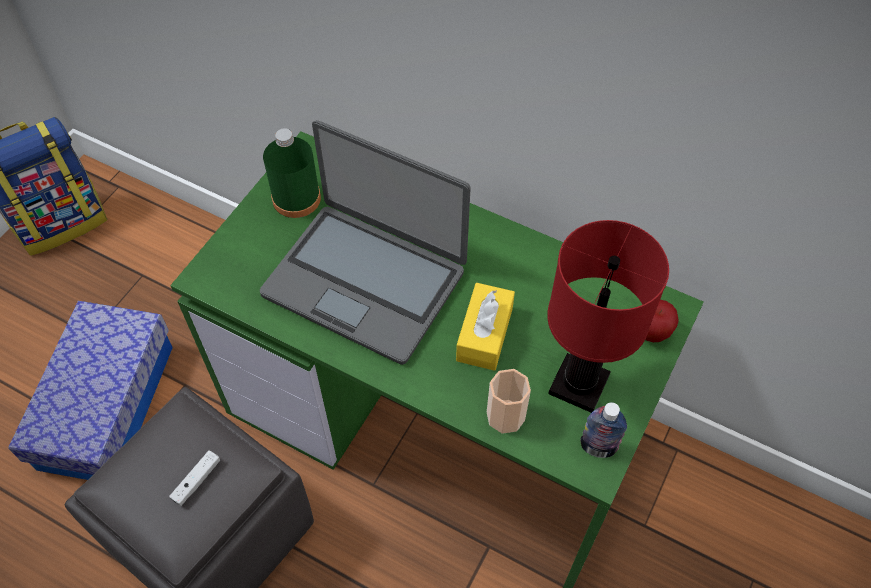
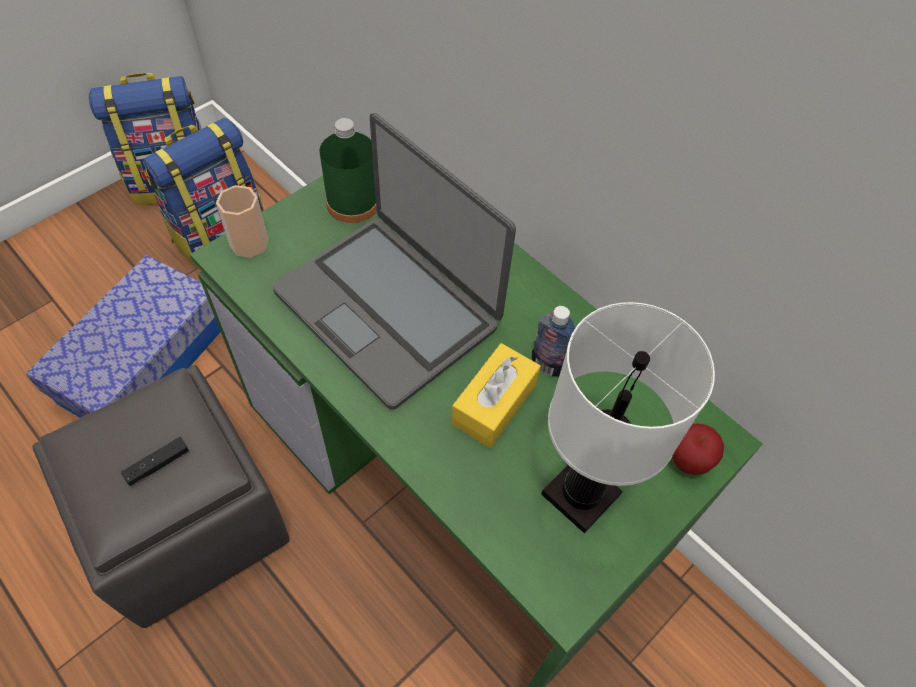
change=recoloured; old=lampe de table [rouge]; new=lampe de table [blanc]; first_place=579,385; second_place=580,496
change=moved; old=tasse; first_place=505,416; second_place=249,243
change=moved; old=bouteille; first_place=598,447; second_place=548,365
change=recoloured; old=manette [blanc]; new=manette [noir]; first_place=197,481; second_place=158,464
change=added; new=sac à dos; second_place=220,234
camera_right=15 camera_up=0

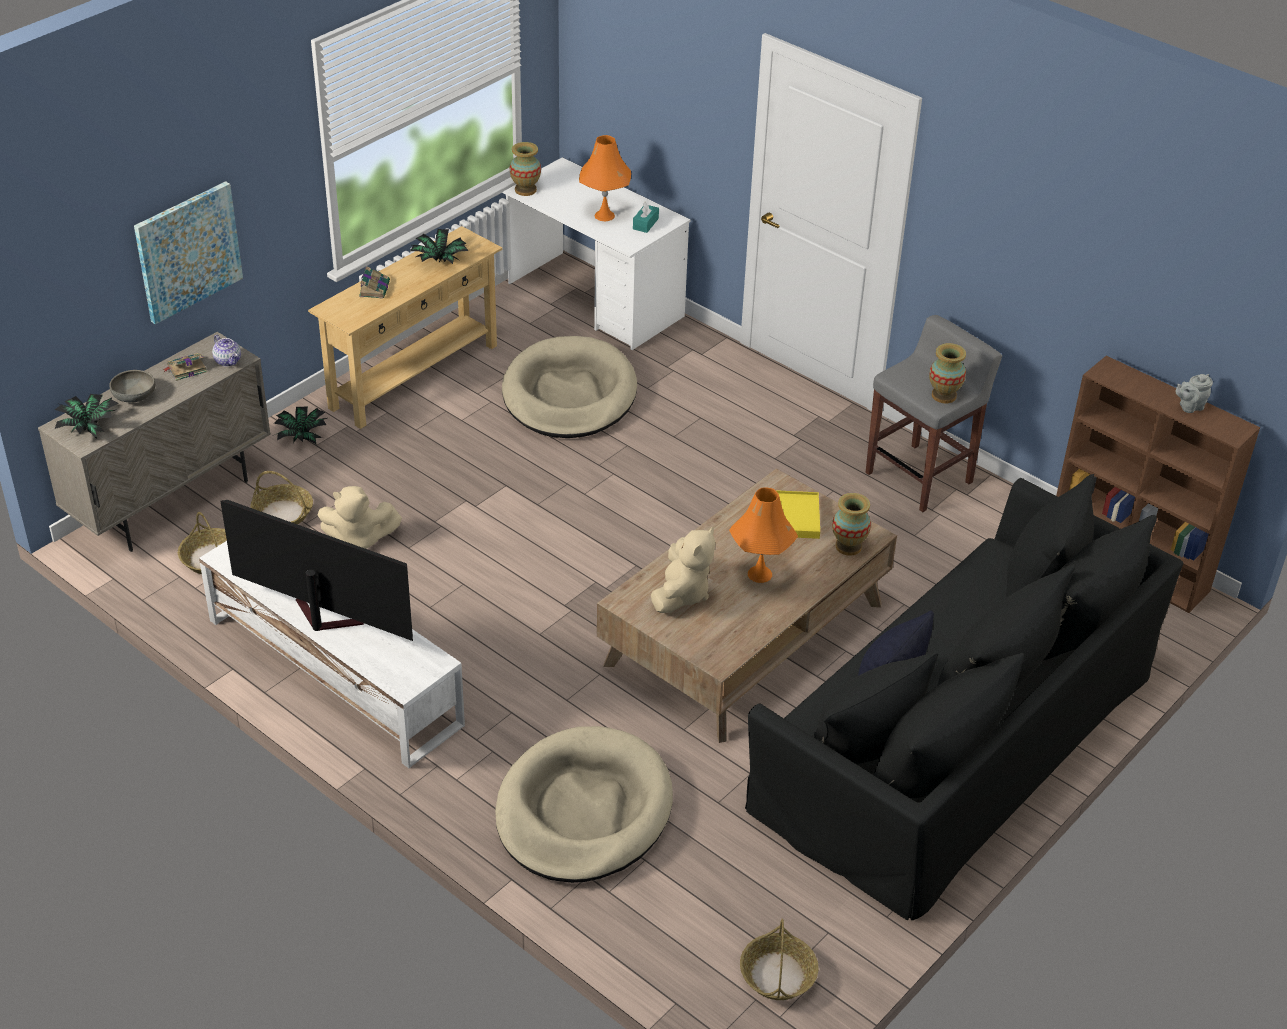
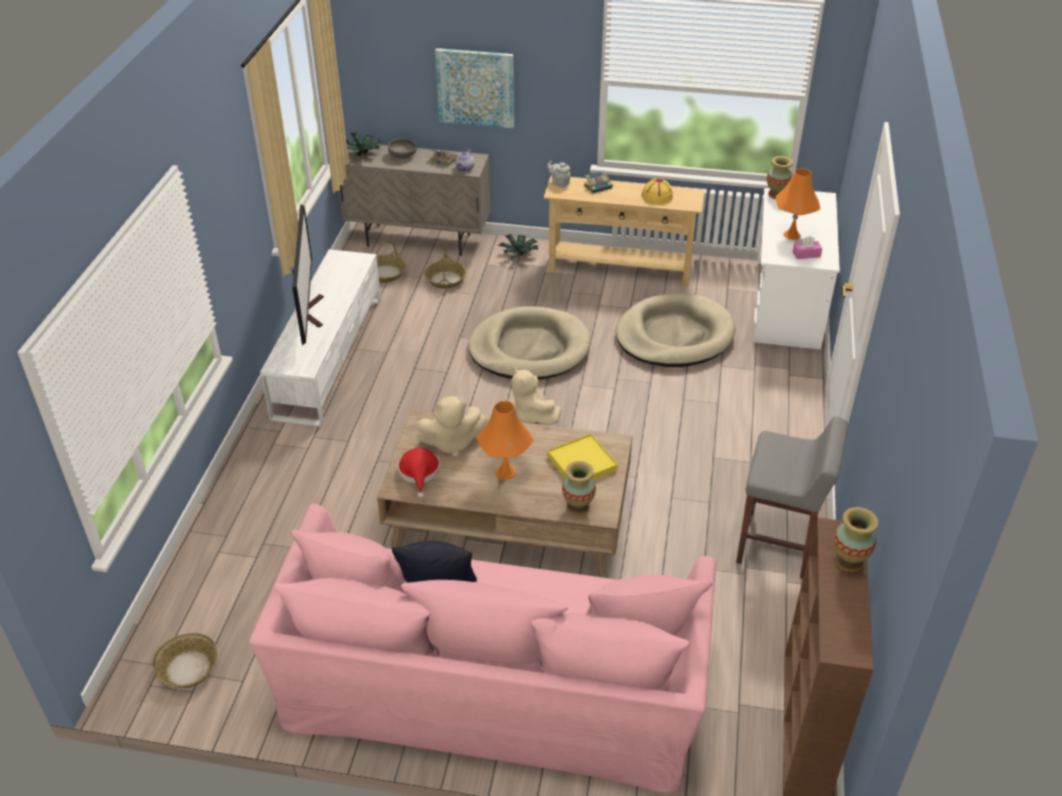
change=recoloured; old=boîte à mouchoirs [turquoise]; new=boîte à mouchoirs [rose]; first_place=645,224; second_place=806,254
change=replaced; old=plante en pot; new=chapeau [jaune]; first_place=439,260; second_place=656,196
change=moved; old=vase; first_place=943,396; second_place=848,561
change=moved; old=théière [gris]; first_place=1189,407; second_place=559,183
change=recoloured; old=canapé [noir]; new=canapé [rose]; first_place=954,737; second_place=492,680
change=moved; old=peluche [beige]; first_place=359,539; second_place=532,415
change=moved; old=panier pour chien [beige]; first_place=583,811; second_place=529,349
change=added; new=chapeau [rouge]; second_place=419,473
camera_right=60 camera_up=0

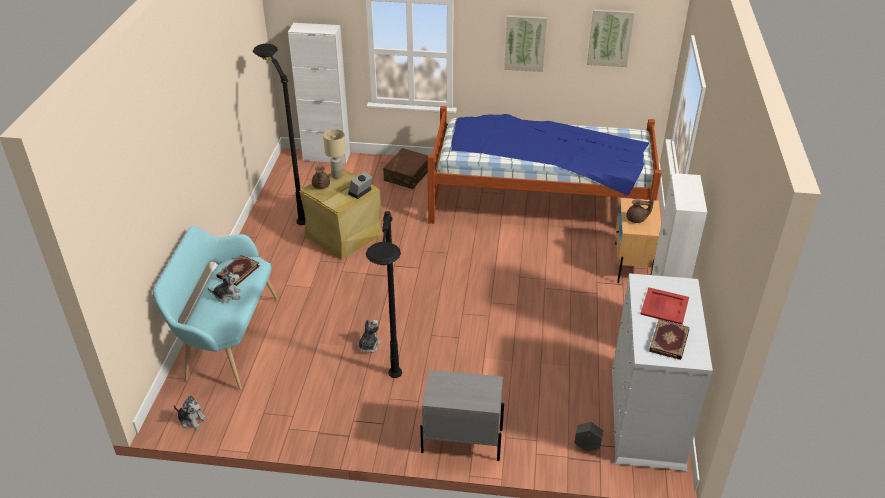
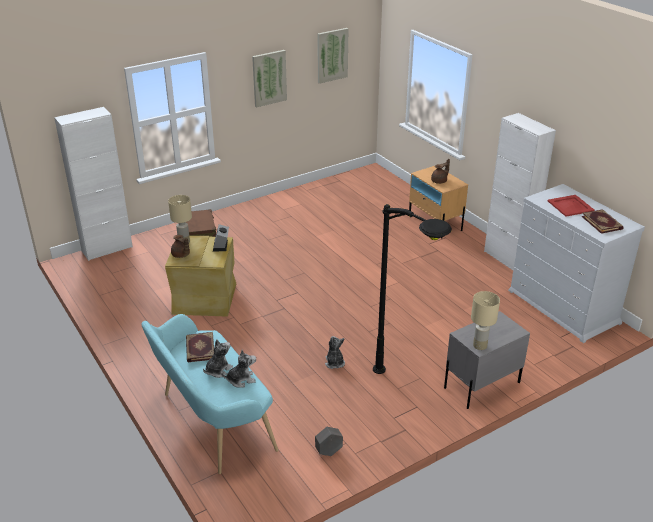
change=removed; old=lampadaire [noir]; first_place=290,204
change=removed; old=lit; first_place=539,202
change=moved; old=peluche; first_place=192,420; second_place=241,380
change=moved; old=cache-pot [gris]; first_place=587,446; second_place=328,452
change=added; new=lampe de table [beige]; second_place=480,345
camera_right=-40 camera_up=-5

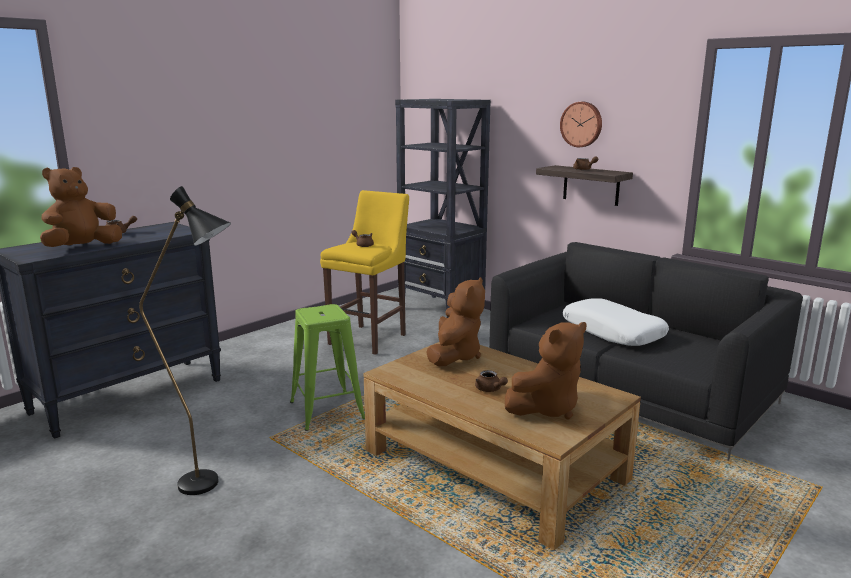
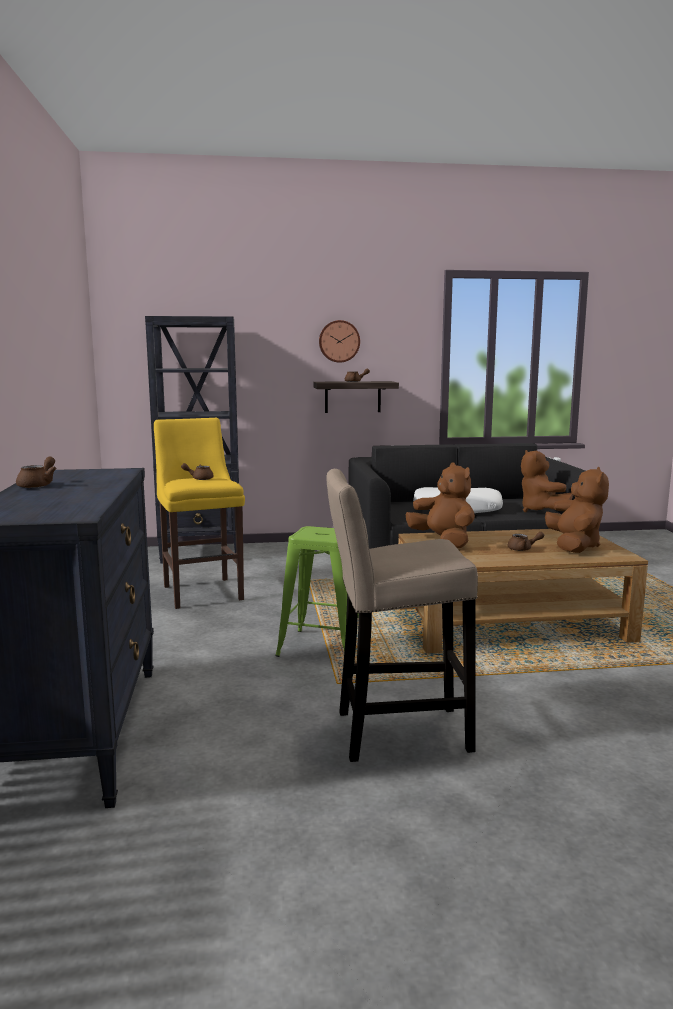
change=moved; old=peluche [marron]; first_place=82,248; second_place=540,511
change=replaced; old=lampadaire [noir]; new=tabouret [beige]; first_place=212,486; second_place=394,732
camera_right=-50 camera_up=-5

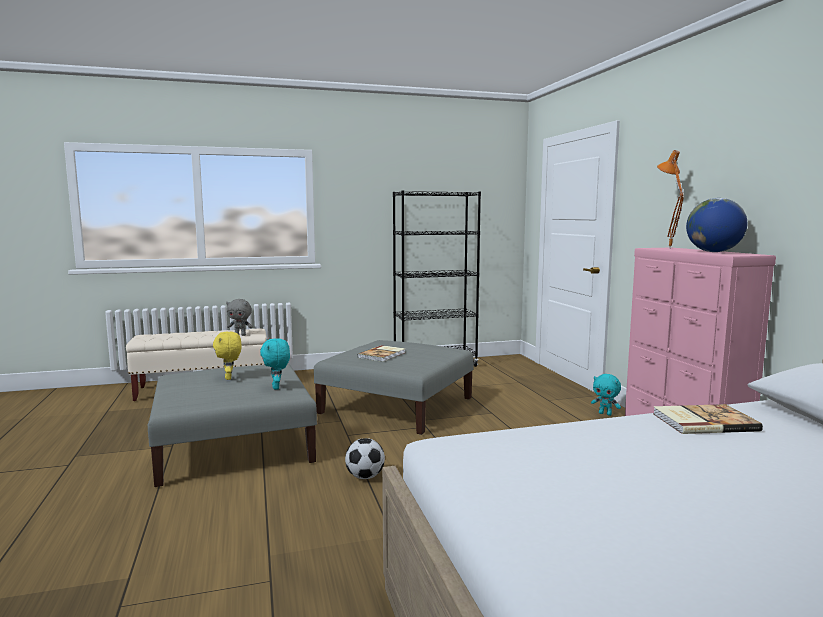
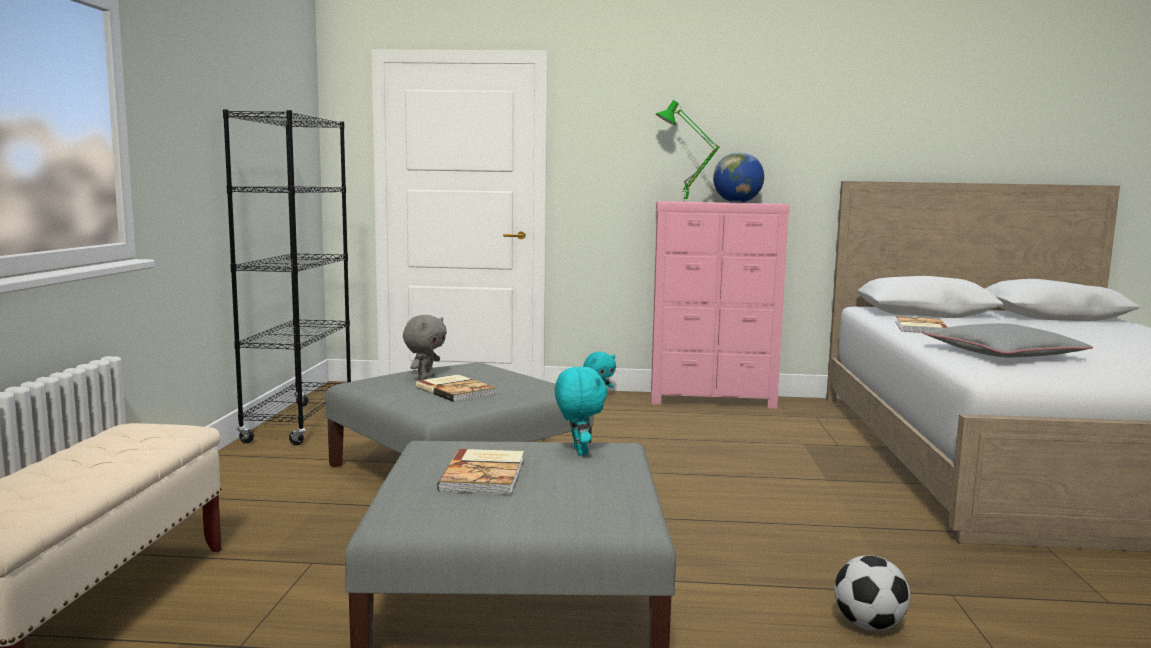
change=recoloured; old=lampe de table [orange]; new=lampe de table [vert]; first_place=667,249; second_place=684,201
change=moved; old=peluche [gris]; first_place=240,335; second_place=425,377
change=replaced; old=peluche [jaune]; new=livre; first_place=229,378; second_place=485,474
change=turned; old=peluche [turquoise]; first_place=277,387; second_place=578,451; degrees=-105
change=moved; old=ballon de foot; first_place=365,477; second_place=869,626
change=added; new=coussin [gris]; second_place=1003,353
camera_right=-70 camera_up=0

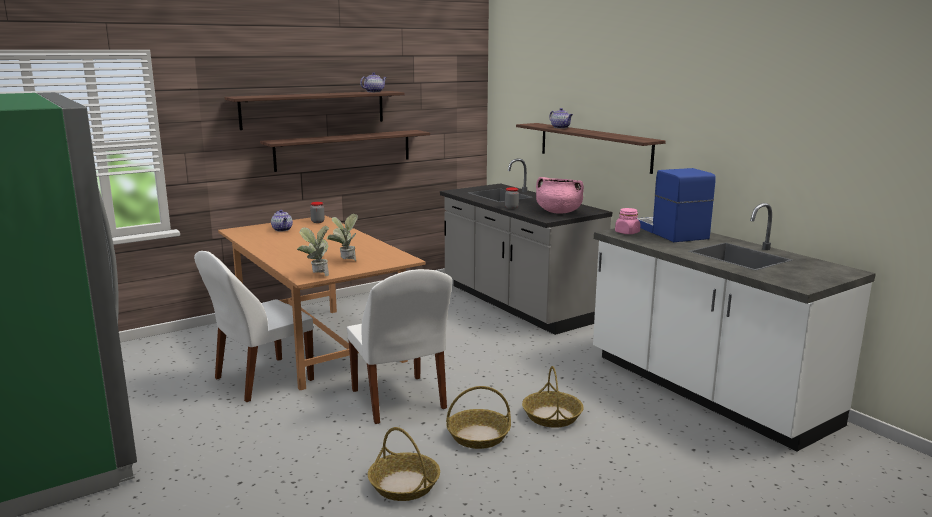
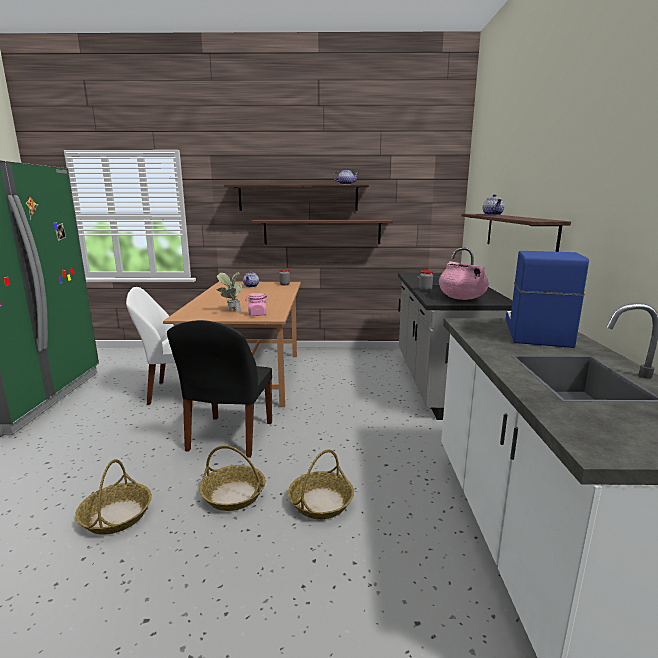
change=moved; old=bocal [rose]; first_place=627,232; second_place=257,314
change=removed; old=plante en pot; first_place=316,275
change=recoloured; old=chaise [blanc]; new=chaise [noir]; first_place=399,401; second_place=229,438
camera_right=35 camera_up=0

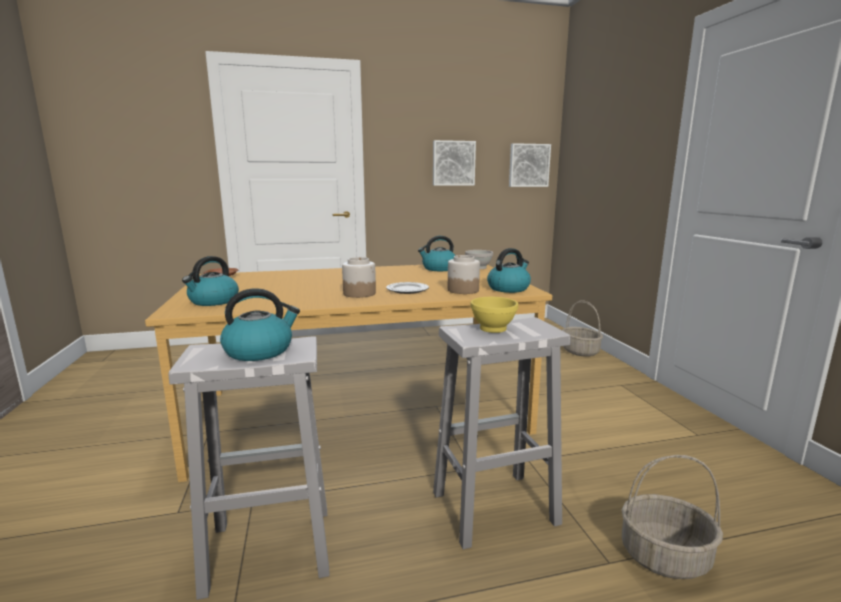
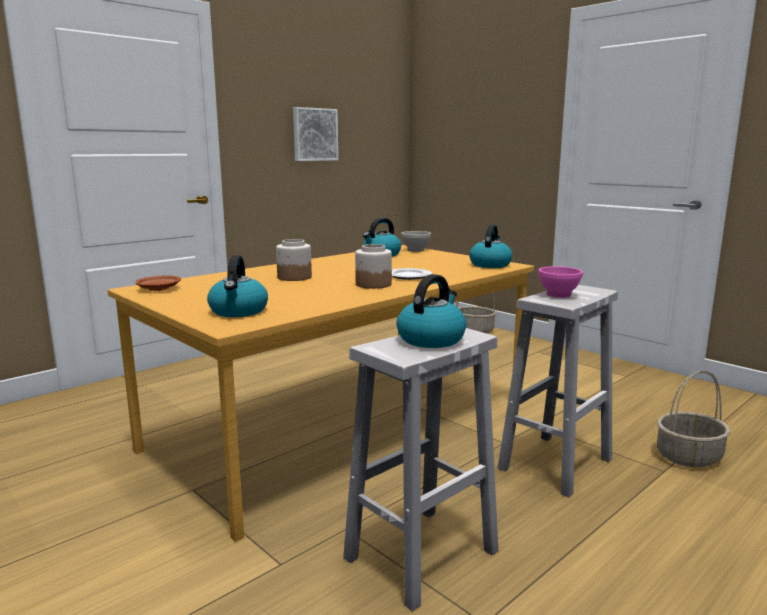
change=removed; old=tableau; first_place=528,165
change=moved; old=bocal; first_place=462,290; second_place=294,277
change=recoloured; old=bol [jaune]; new=bol [rose]; first_place=493,328; second_place=558,294
camera_right=-30 camera_up=0

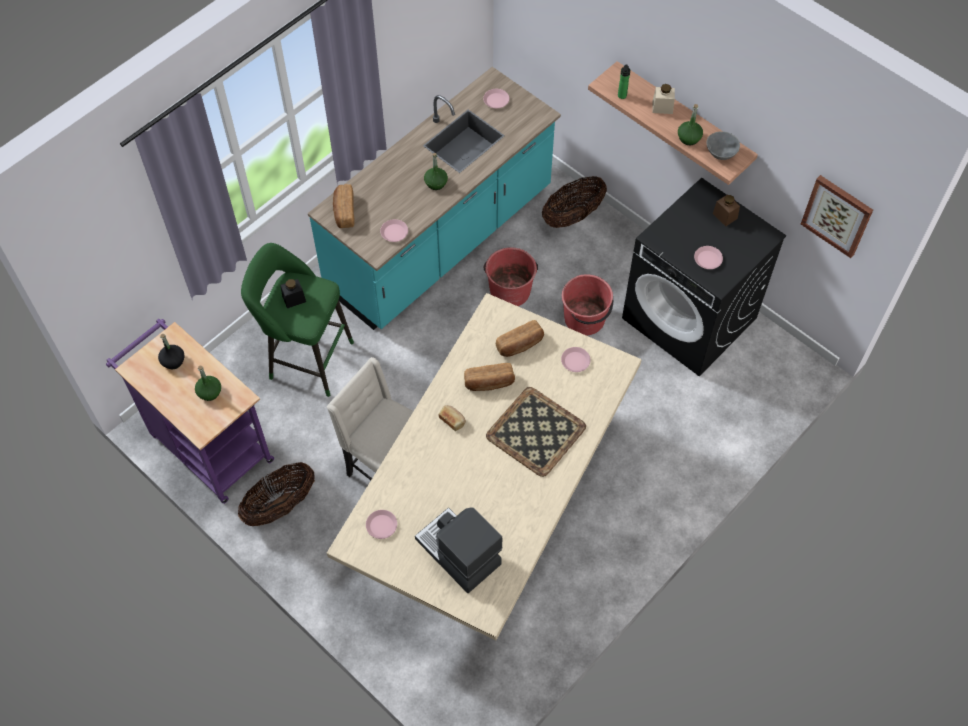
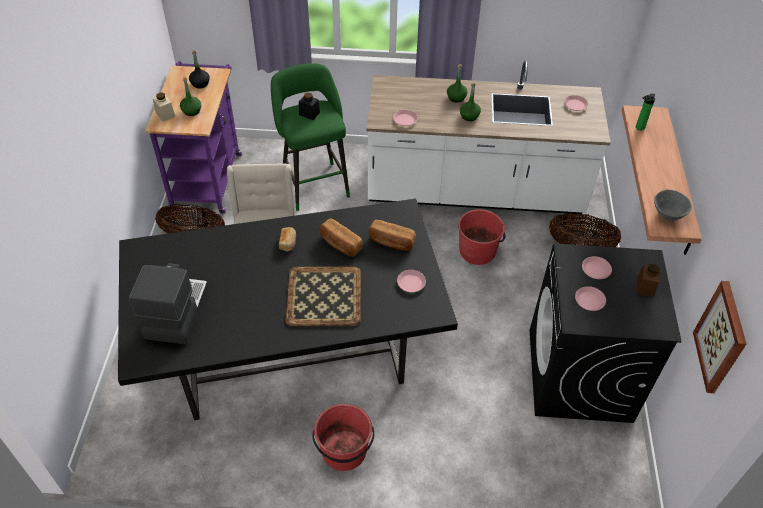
change=recoloured; old=comptoir de cuisine [turquoise]; new=comptoir de cuisine [blanc]; first_place=441,240; second_place=474,191
change=moved; old=bocal [beige]; first_place=662,107; second_place=165,114
change=moved; old=bouteille [vert]; first_place=689,138; second_place=456,97
change=removed; old=pain; first_place=344,212
change=moved; old=seau [rouge]; first_place=585,319; second_place=344,451
change=recoloured; old=table à manger [beige]; new=table à manger [noir]; first_place=490,507; second_place=290,351
change=moved; old=assiette [rose]; first_place=381,525; second_place=595,270
camera_right=50 camera_up=-10

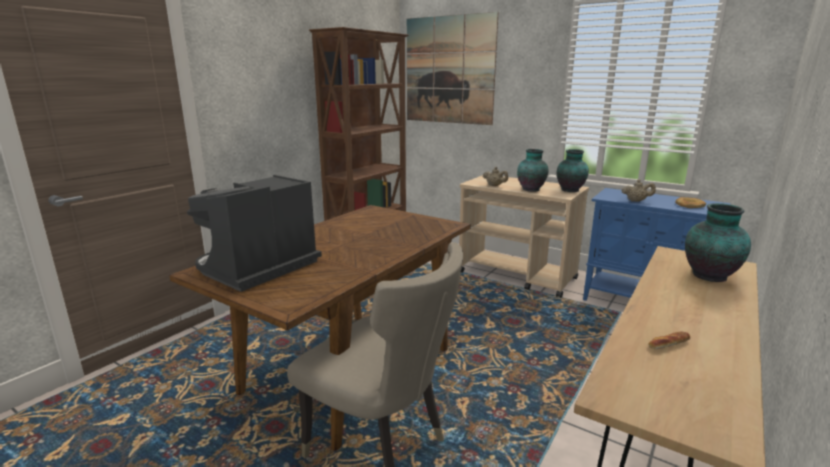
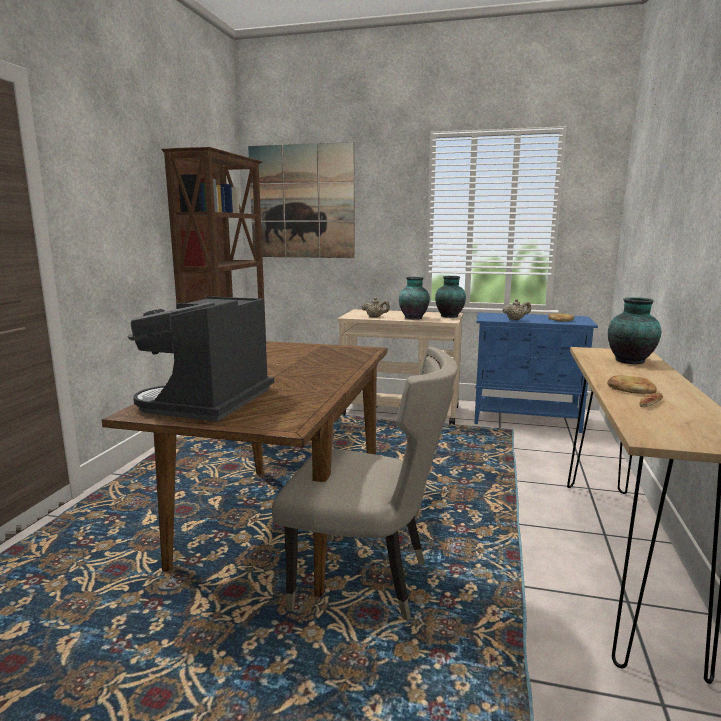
change=added; new=pain; second_place=631,388
camera_right=-20 camera_up=-5

